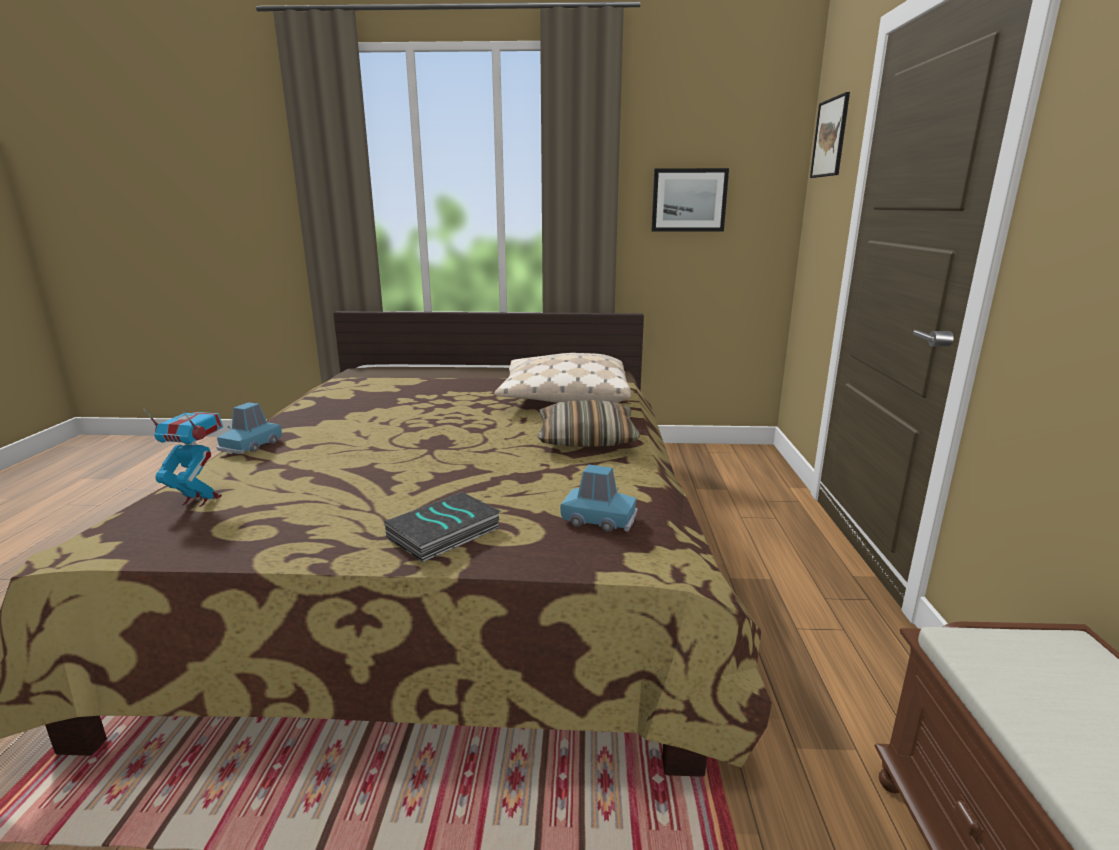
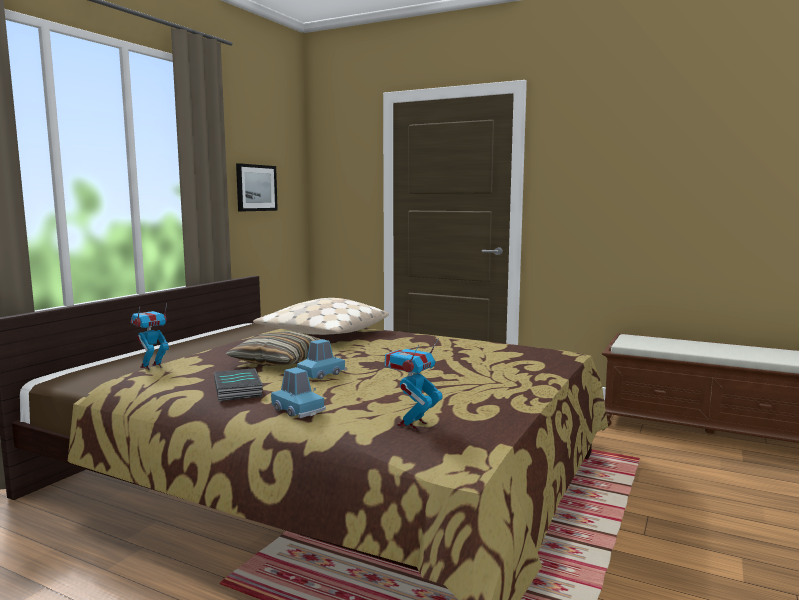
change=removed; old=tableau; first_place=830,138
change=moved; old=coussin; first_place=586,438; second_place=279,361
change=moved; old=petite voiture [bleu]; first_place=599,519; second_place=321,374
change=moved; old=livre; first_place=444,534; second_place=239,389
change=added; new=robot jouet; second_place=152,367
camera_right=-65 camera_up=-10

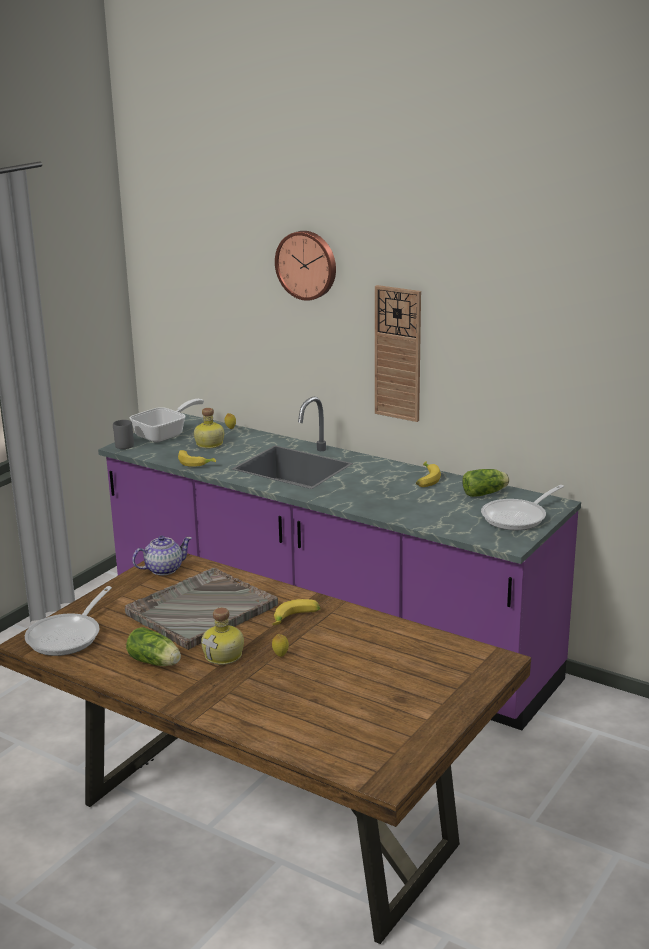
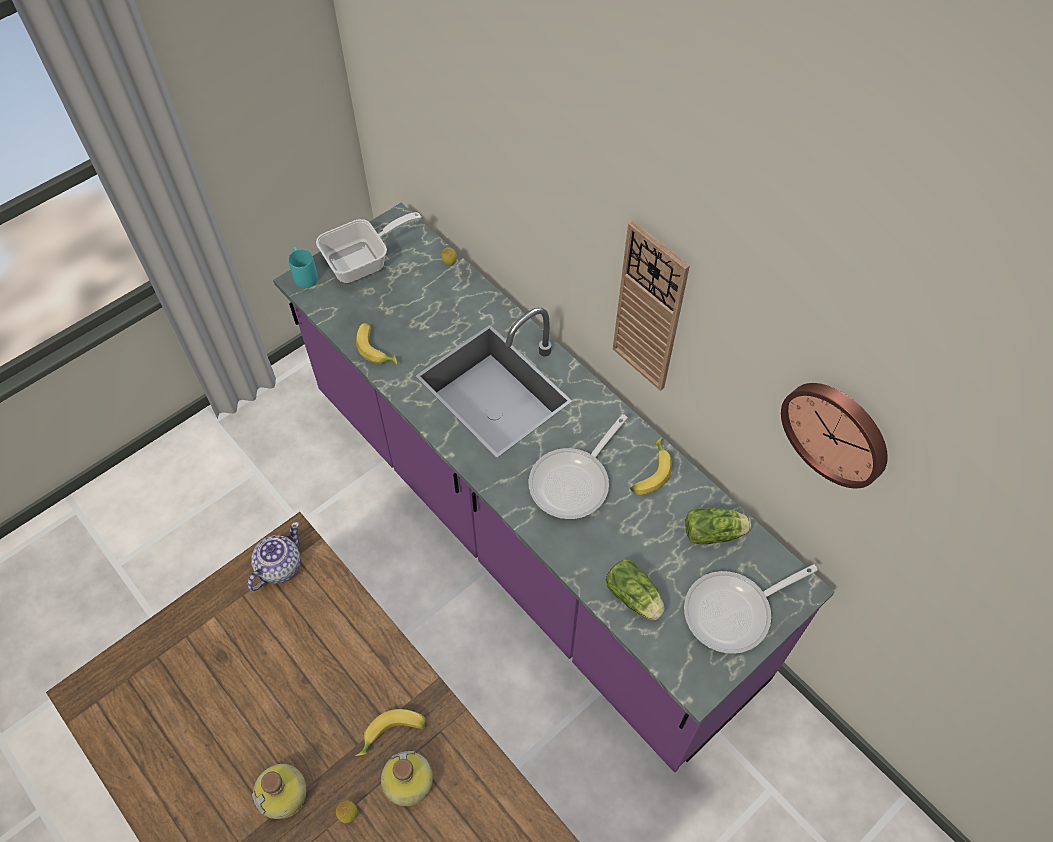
change=moved; old=horloge murale; first_place=307,265; second_place=837,431
change=moved; old=bouteille; first_place=209,444; second_place=407,784
change=recoloured; old=mug [gris]; new=mug [turquoise]; first_place=122,444; second_place=304,275
change=turned; old=théière; first_place=163,569; second_place=279,567; degrees=-45
change=removed; old=plateau [gris]; first_place=200,610
change=moved; old=poêle; first_place=68,636; second_place=574,482
change=moved; old=laitue; first_place=156,663; second_place=635,598
camera_right=15 camera_up=35

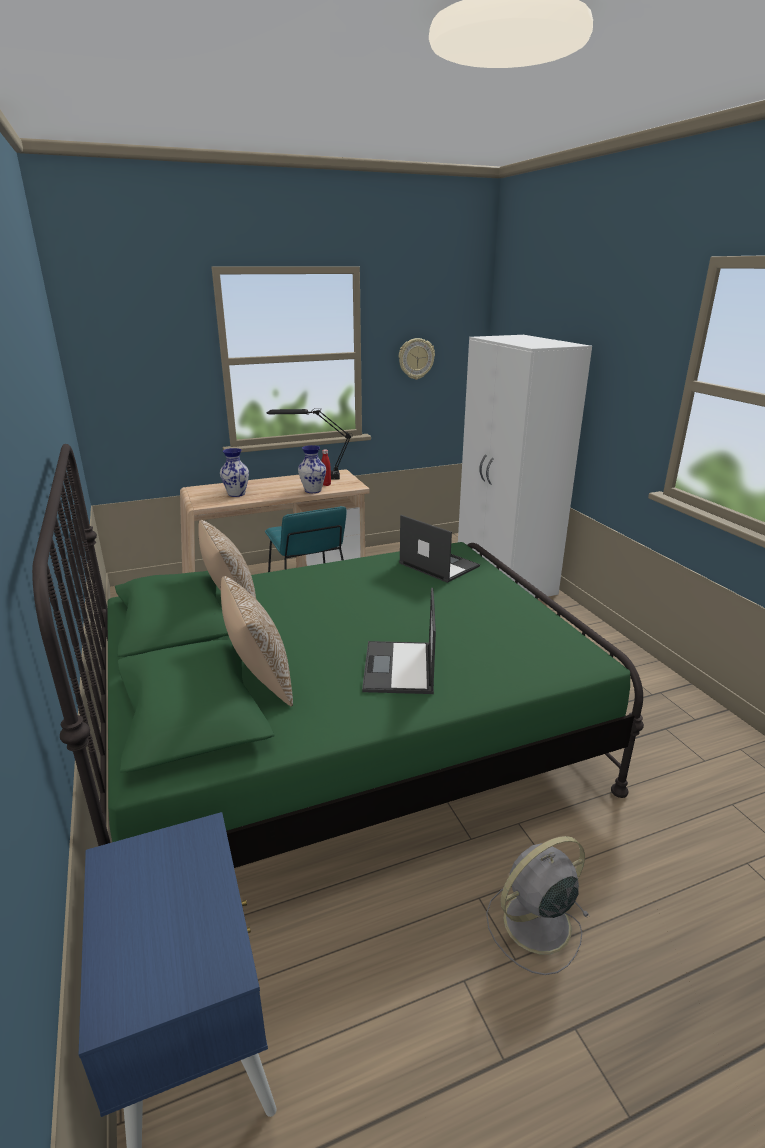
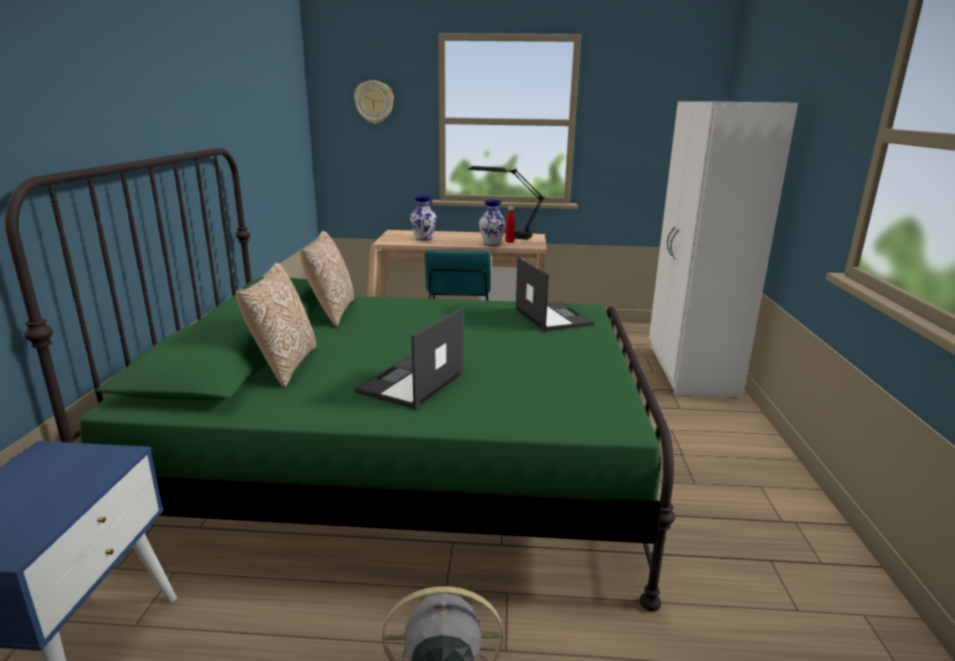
change=moved; old=horloge murale; first_place=416,358; second_place=374,102
camera_right=25 camera_up=-5

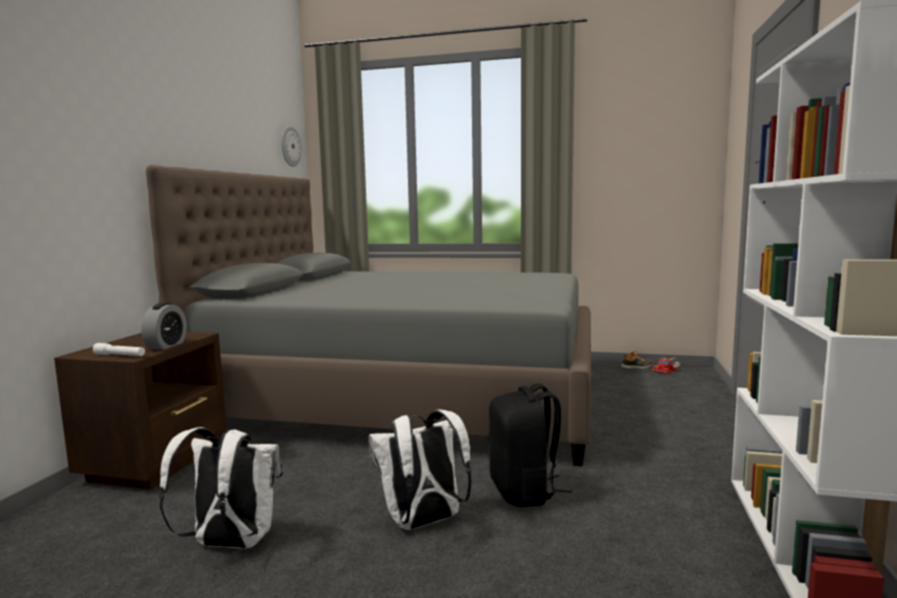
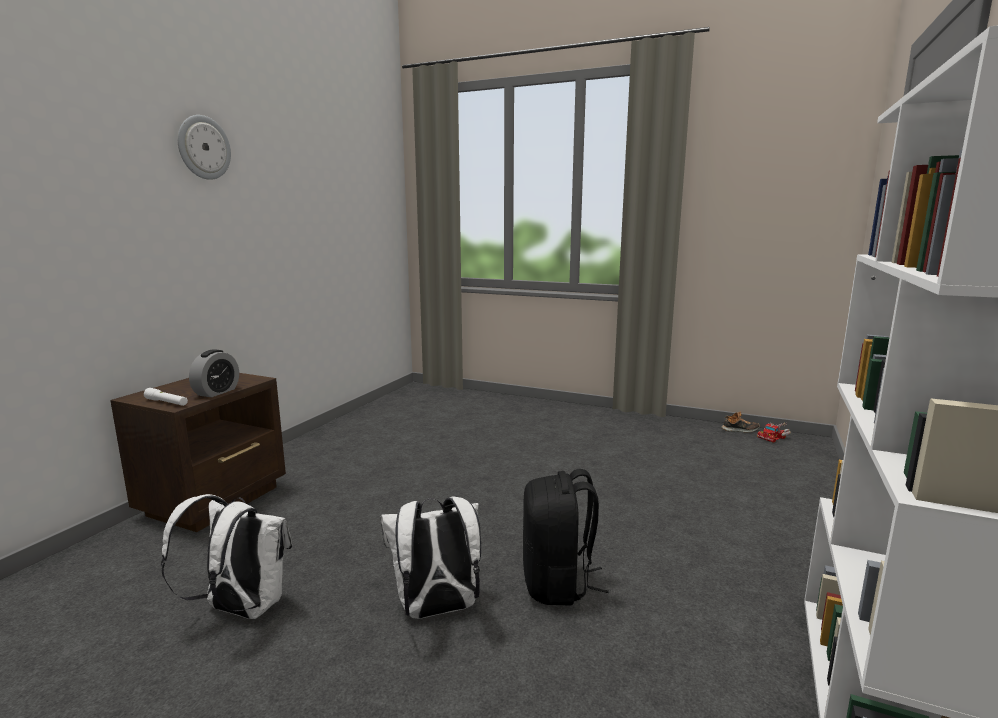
change=moved; old=horloge murale; first_place=290,146; second_place=203,147
change=removed; old=lit [gris]; first_place=408,395
camera_right=10 camera_up=5

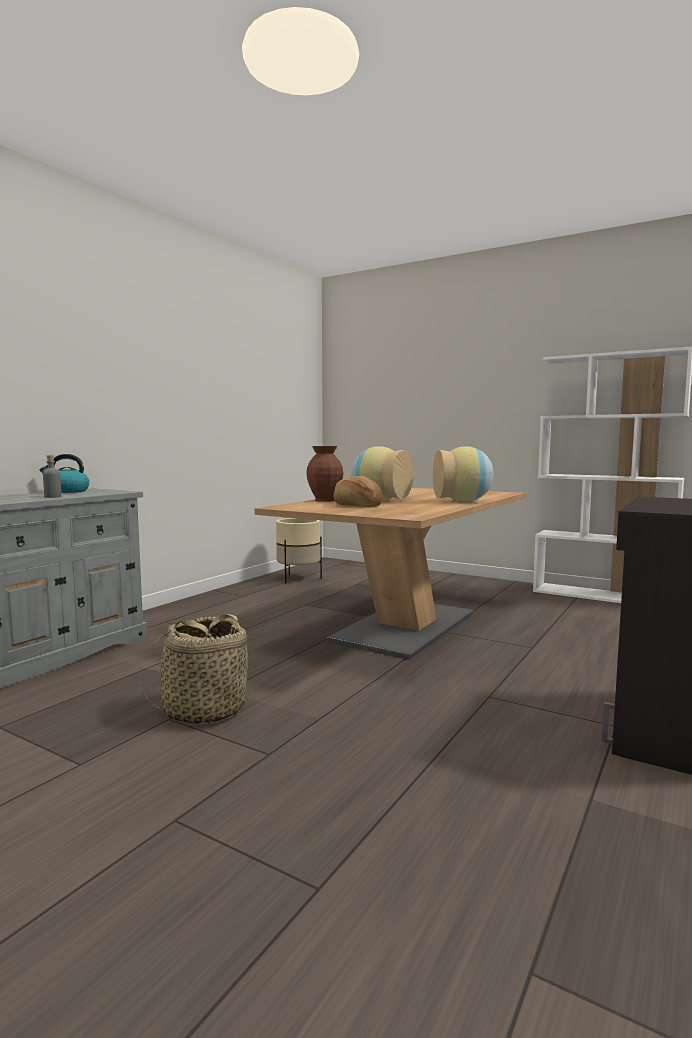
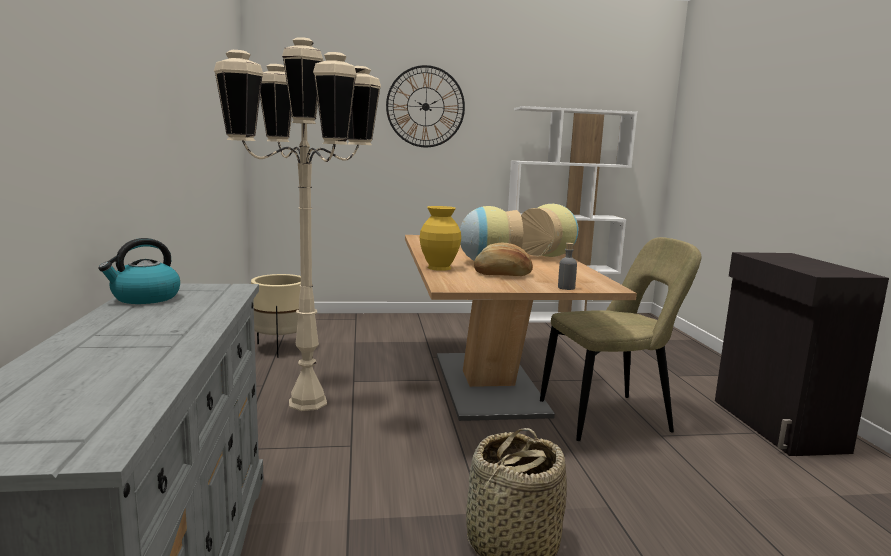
change=recoloured; old=vase [marron]; new=vase [jaune]; first_place=324,500; second_place=439,268
change=moved; old=bouteille [gris]; first_place=53,497; second_place=566,288
change=added; new=lampadaire [beige]; second_place=306,402
change=added; new=horloge murale; second_place=425,107
change=added; new=chaise [beige]; second_place=610,417
camera_right=-40 camera_up=5

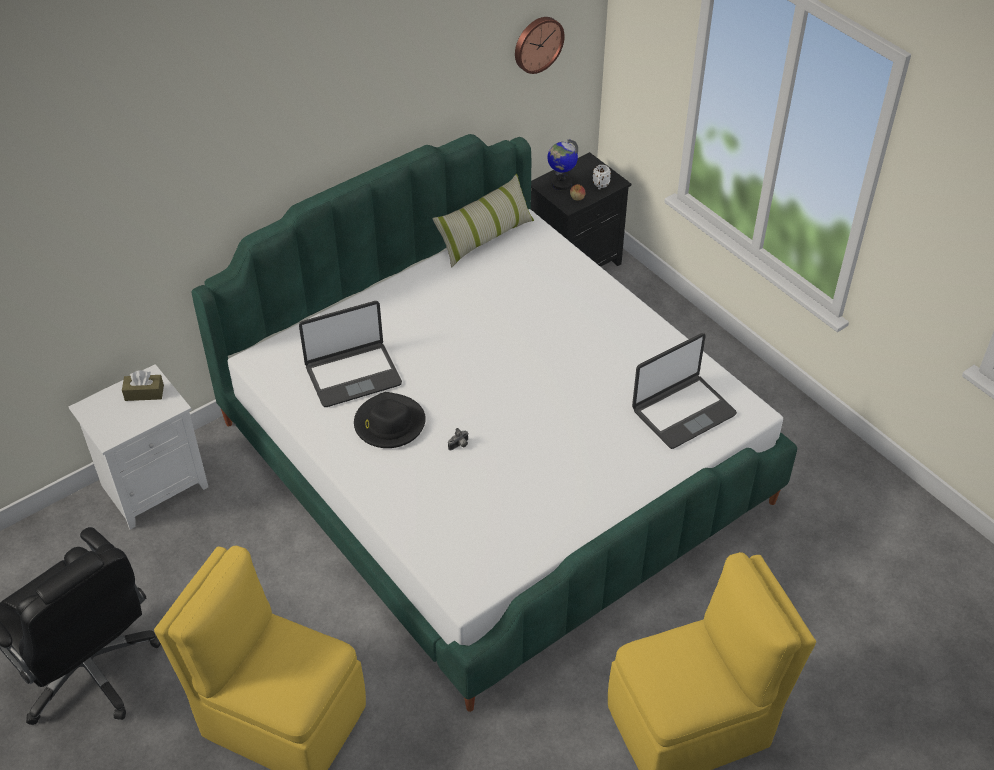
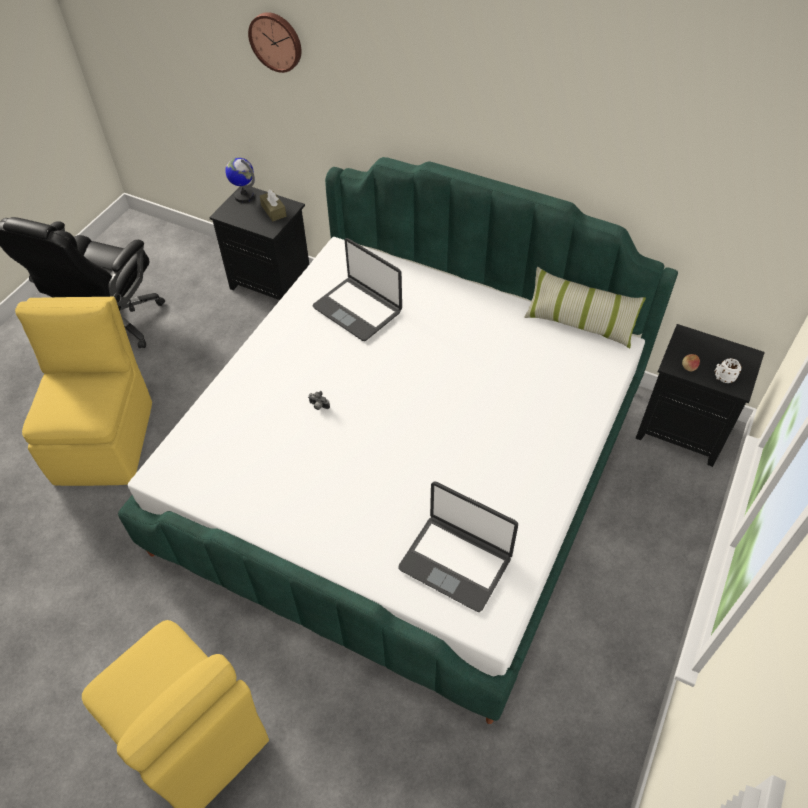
change=moved; old=horloge murale; first_place=537,43; second_place=276,41
change=moved; old=globe; first_place=561,183; second_place=244,196
change=recoloured; old=table de chevet [blanc]; new=table de chevet [noir]; first_place=154,485; second_place=273,282
change=removed; old=chapeau [noir]; first_place=389,424
camera_right=65 camera_up=5

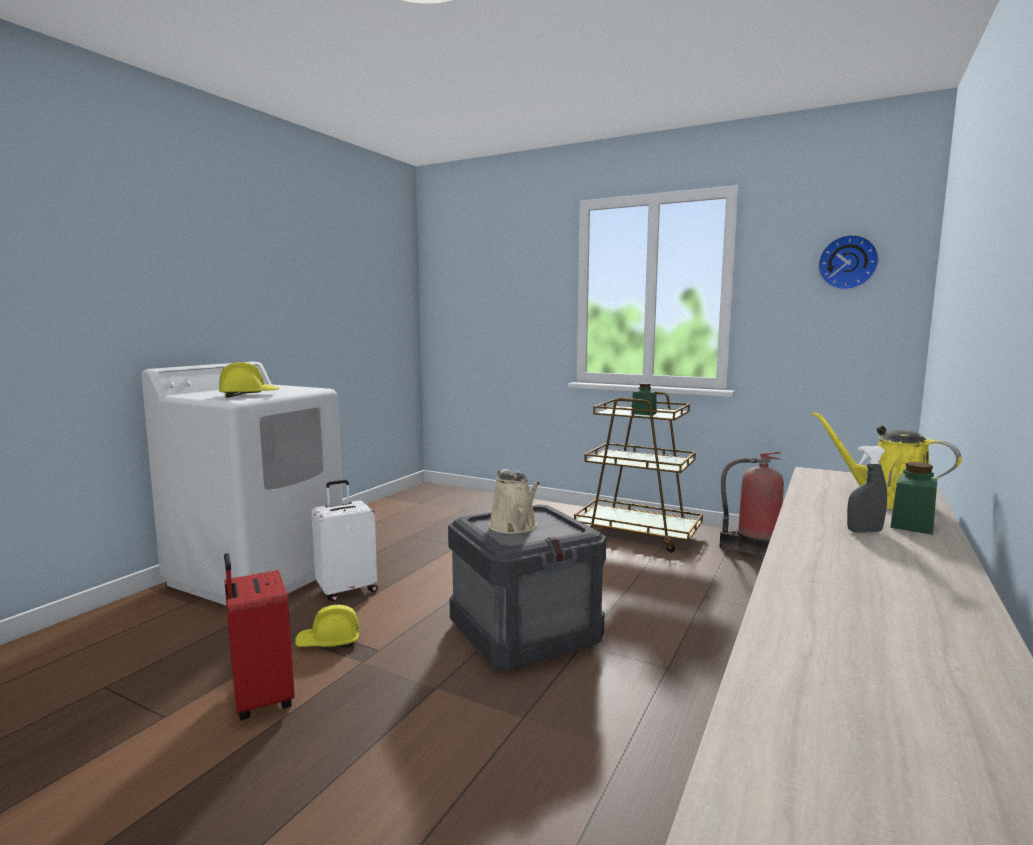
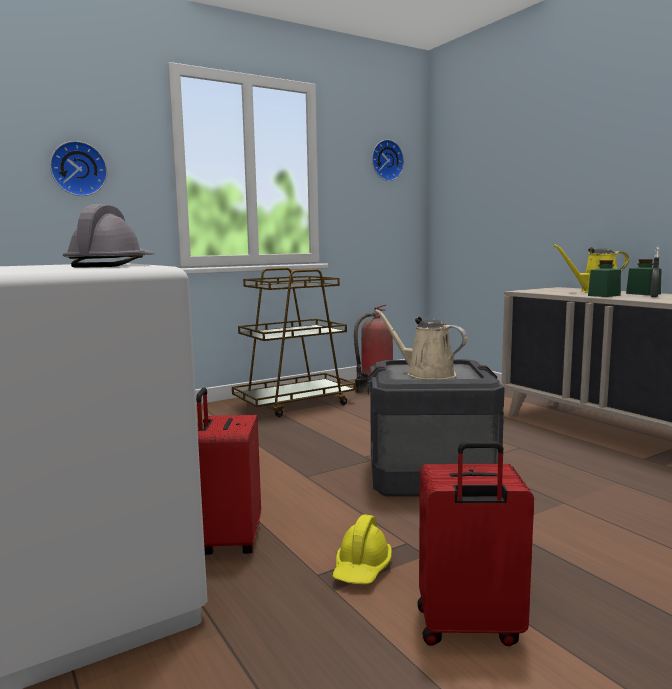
change=recoloured; old=casque de chantier [jaune]; new=casque de chantier [gris]; first_place=249,395; second_place=112,266
change=moved; old=bocal [vert]; first_place=643,413; second_place=604,295
change=turned; old=arrosoir [beige]; first_place=515,527; second_place=426,374; degrees=-150
change=recoloured; old=valise [blanc]; new=valise [rouge]; first_place=347,590; second_place=229,540
change=added; new=horloge murale; second_place=78,169
camera_right=-60 camera_up=0

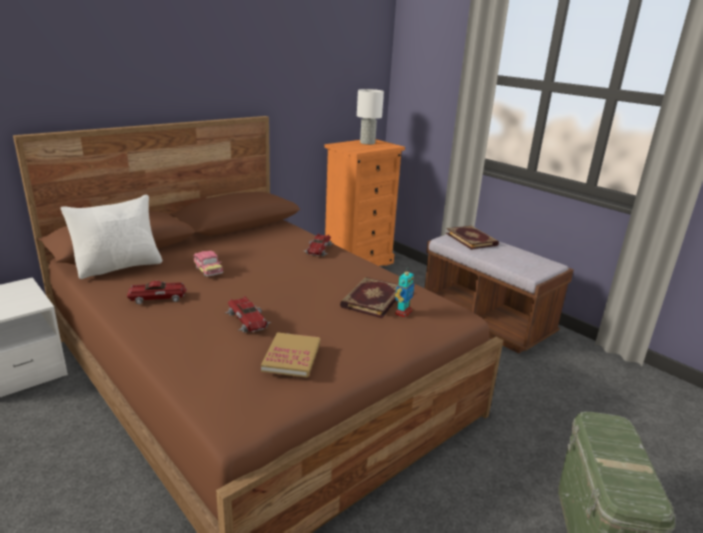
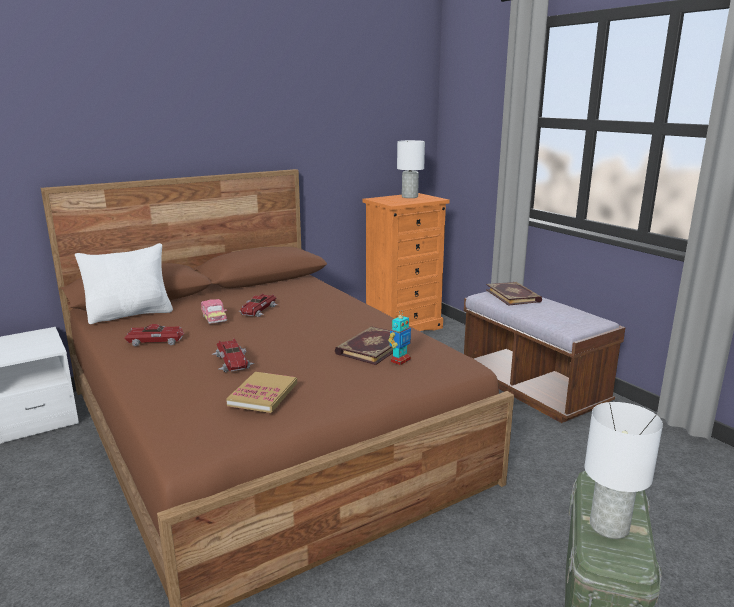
change=moved; old=petite voiture; first_place=319,249; second_place=259,310
change=added; new=lampe de table [blanc]; second_place=609,526
camera_right=10 camera_up=-5

